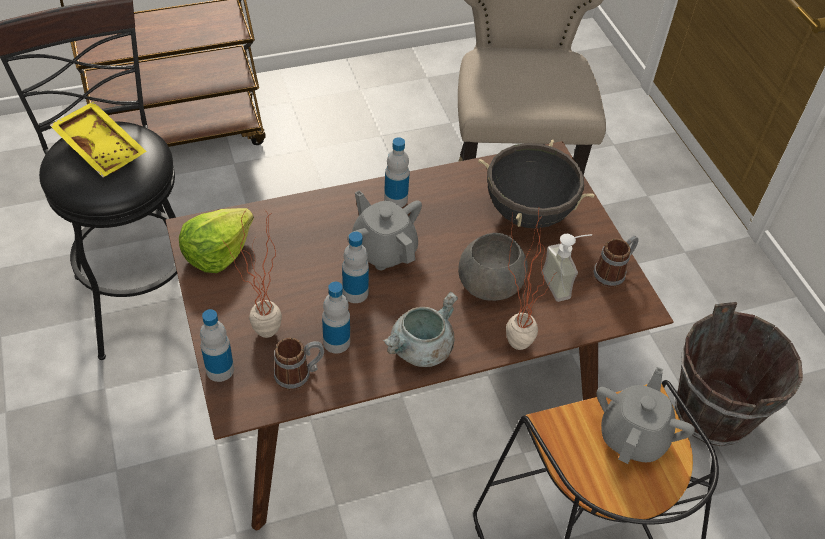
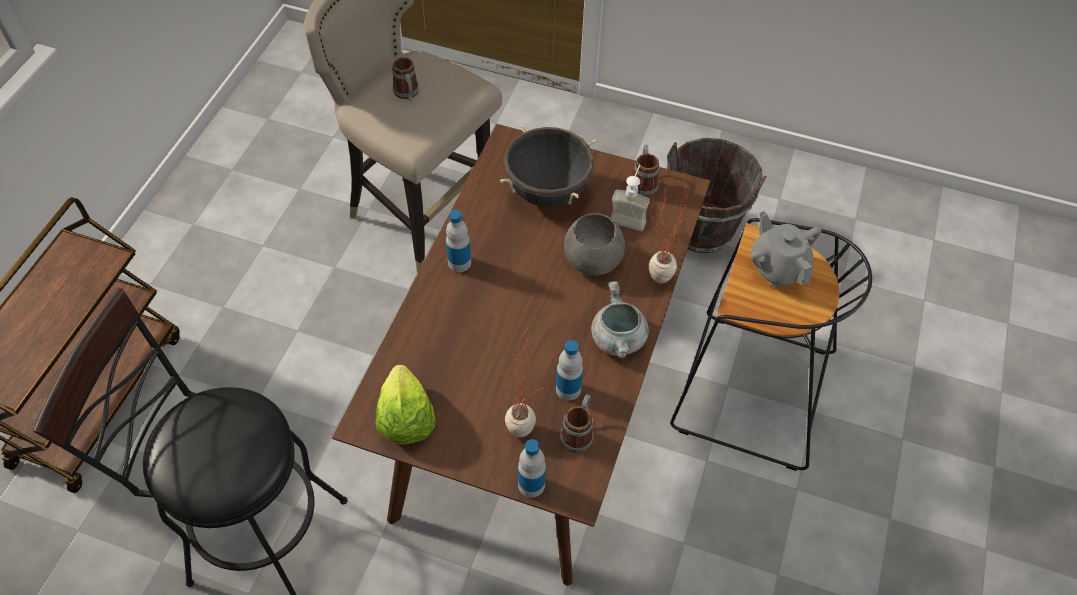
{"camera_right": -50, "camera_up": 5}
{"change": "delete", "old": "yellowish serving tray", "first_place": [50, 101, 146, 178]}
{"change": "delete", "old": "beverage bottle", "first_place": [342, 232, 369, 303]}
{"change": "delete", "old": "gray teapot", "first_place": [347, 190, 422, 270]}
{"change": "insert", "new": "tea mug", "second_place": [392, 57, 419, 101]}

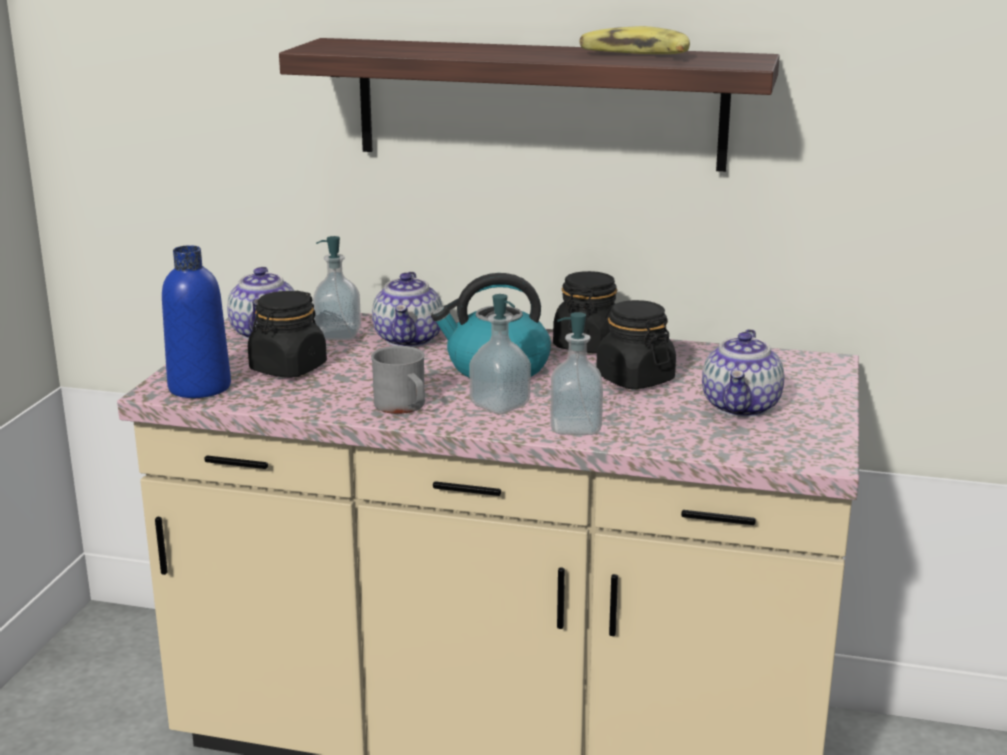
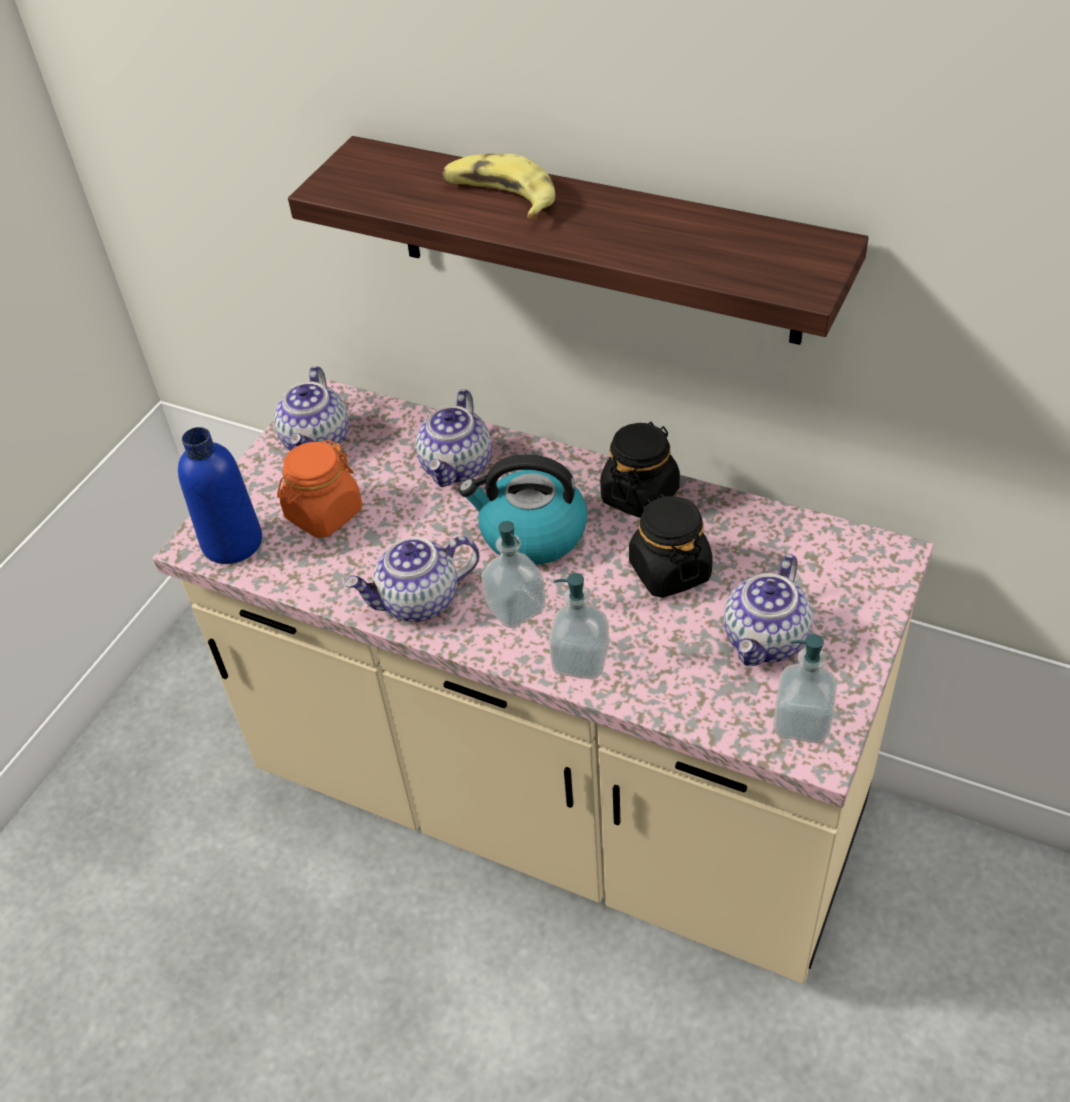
{"camera_right": 15, "camera_up": 25}
{"change": "move", "old": "soap dispenser", "first_place": [312, 236, 361, 340], "second_place": [773, 634, 837, 743]}
{"change": "move", "old": "whole banana", "first_place": [580, 26, 690, 54], "second_place": [443, 154, 555, 219]}
{"change": "replace", "old": "gray tea mug", "new": "teapot", "first_place": [371, 346, 425, 414], "second_place": [344, 536, 479, 622]}
{"change": "recolor", "old": "black jar", "new": "orangey jar", "first_place": [248, 291, 327, 378], "second_place": [277, 439, 362, 538]}

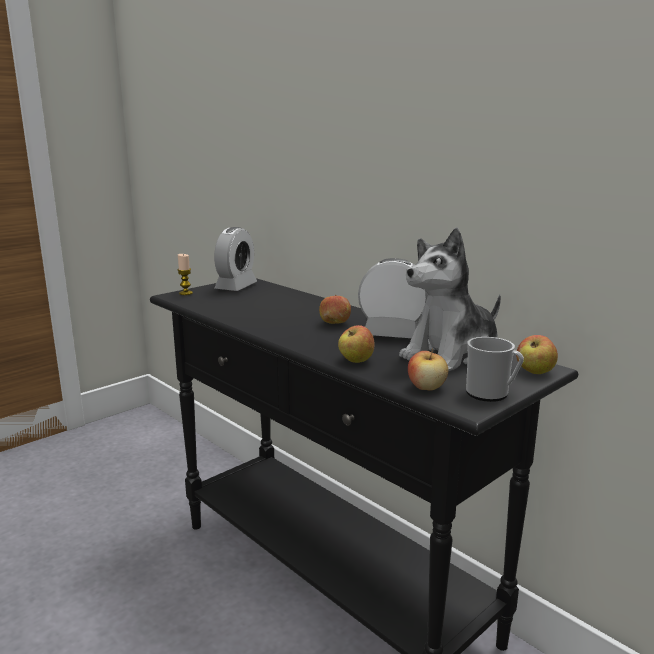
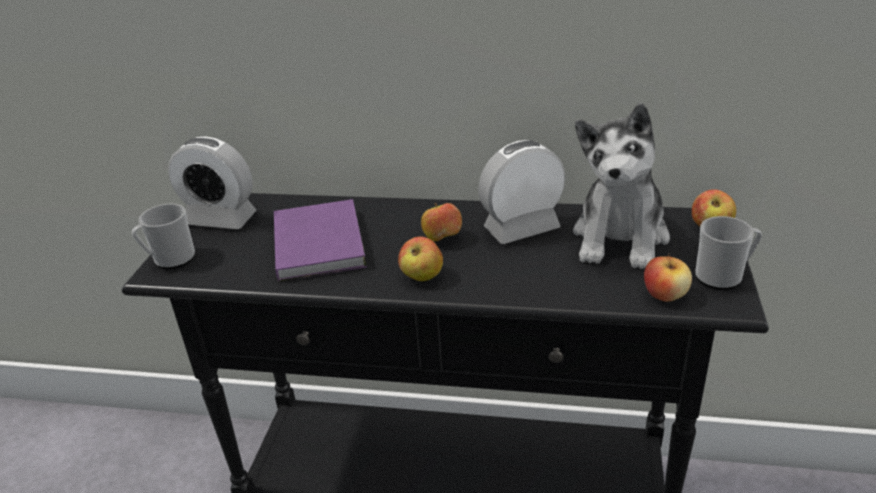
{"camera_right": -35, "camera_up": 15}
{"change": "insert", "new": "purple book", "second_place": [274, 199, 367, 282]}
{"change": "move", "old": "whole apple", "first_place": [338, 325, 374, 363], "second_place": [398, 237, 443, 281]}
{"change": "replace", "old": "wax candle", "new": "tea mug", "first_place": [177, 254, 193, 295], "second_place": [132, 204, 195, 269]}
{"change": "rotate", "old": "bedside clock", "first_place": [214, 227, 257, 291], "second_place": [168, 136, 257, 229], "degrees": 120}

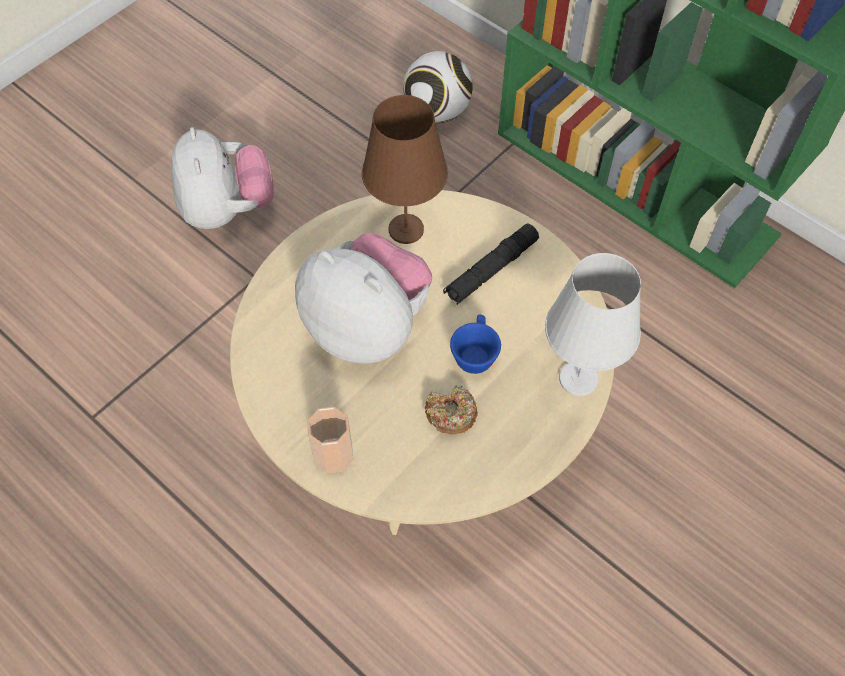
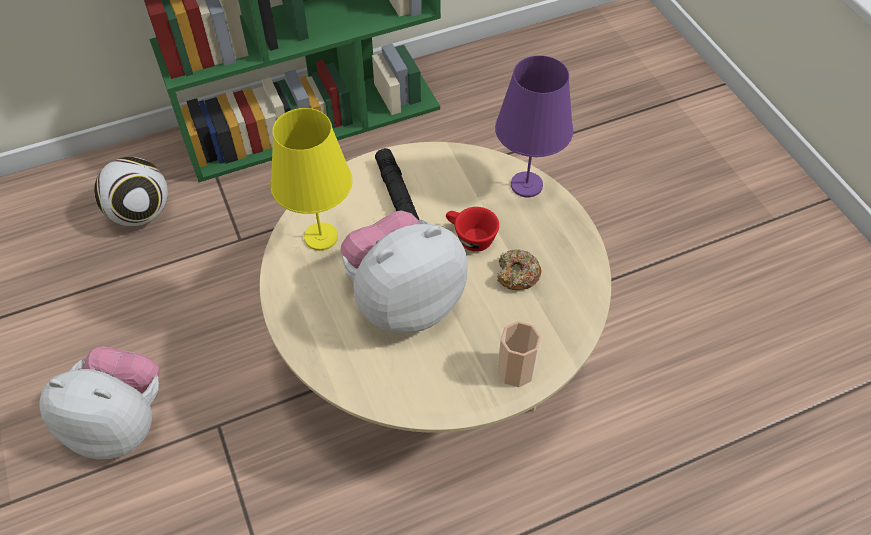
{"camera_right": -65, "camera_up": -5}
{"change": "recolor", "old": "brownish lamp for a table", "new": "yellowish lamp for a table", "first_place": [362, 95, 448, 244], "second_place": [270, 108, 353, 251]}
{"change": "recolor", "old": "bluish drinking cup", "new": "red-coloured drinking cup", "first_place": [450, 314, 501, 374], "second_place": [446, 207, 499, 252]}
{"change": "recolor", "old": "whitish lamp for a table", "new": "purple lamp for a table", "first_place": [545, 253, 641, 396], "second_place": [495, 55, 573, 197]}

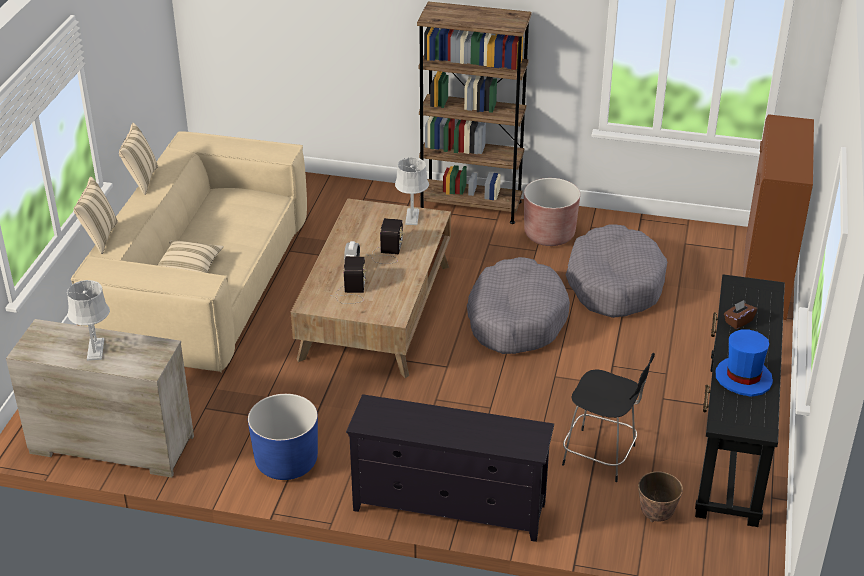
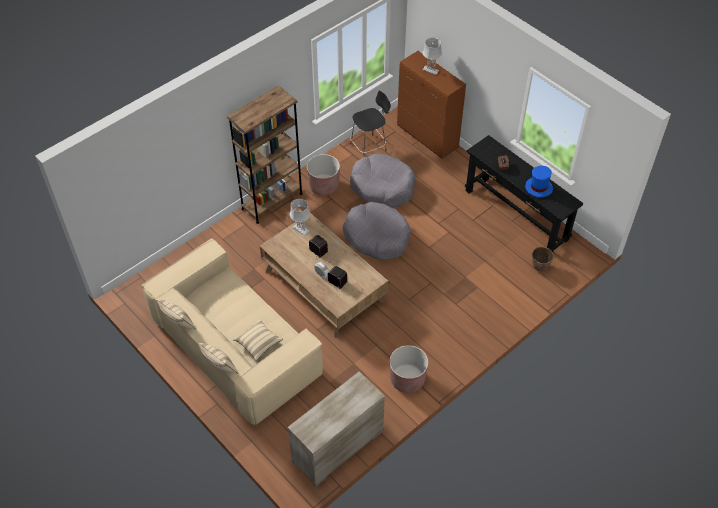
{"camera_right": -55, "camera_up": 15}
{"change": "delete", "old": "black tv stand", "first_place": [346, 394, 554, 542]}
{"change": "move", "old": "gray lamp for a table", "first_place": [67, 280, 110, 361], "second_place": [422, 38, 442, 75]}
{"change": "move", "old": "black sitting stool", "first_place": [562, 353, 655, 482], "second_place": [350, 90, 391, 157]}
{"change": "recolor", "old": "bluish planter", "new": "brownish planter", "first_place": [248, 394, 318, 480], "second_place": [389, 345, 428, 393]}

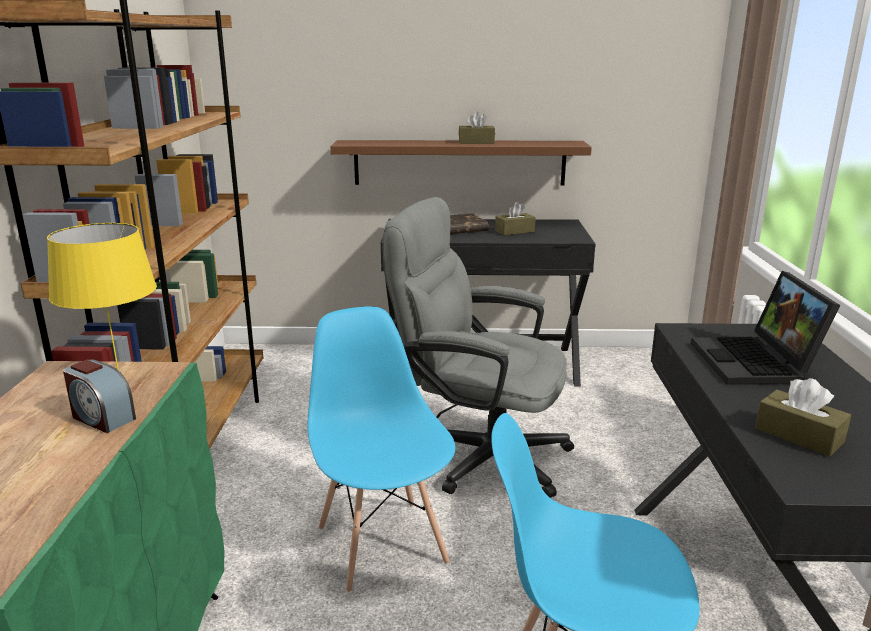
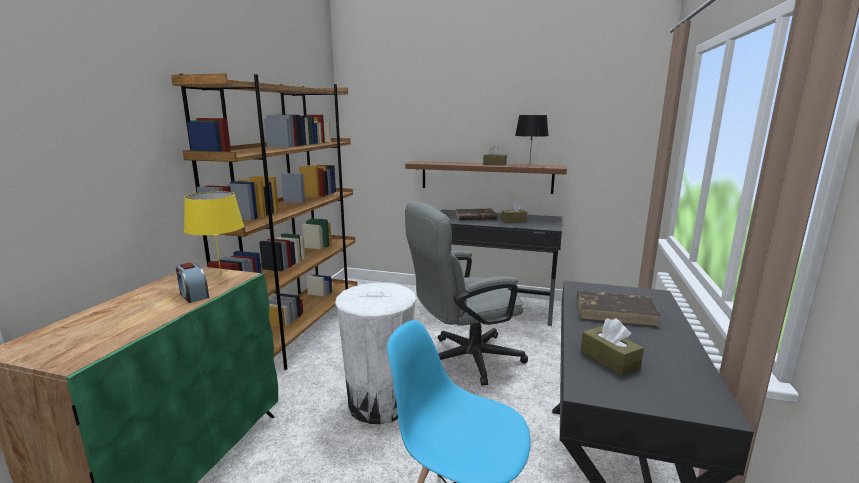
{"camera_right": 15, "camera_up": -5}
{"change": "insert", "new": "black lamp for a table", "second_place": [515, 115, 548, 159]}
{"change": "replace", "old": "bluish chair", "new": "whitish waste bin", "first_place": [307, 306, 455, 593], "second_place": [335, 283, 416, 424]}
{"change": "replace", "old": "notebook computer", "new": "brownish book", "first_place": [691, 271, 841, 385], "second_place": [577, 290, 662, 327]}
{"change": "rotate", "old": "gray computer chair", "first_place": [382, 197, 574, 498], "second_place": [405, 201, 528, 385], "degrees": -60}

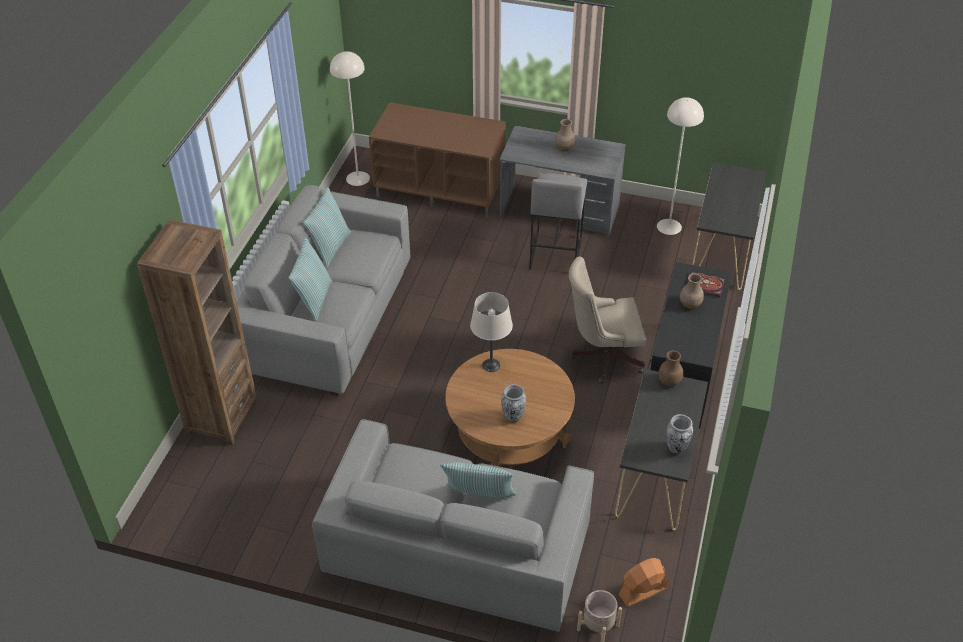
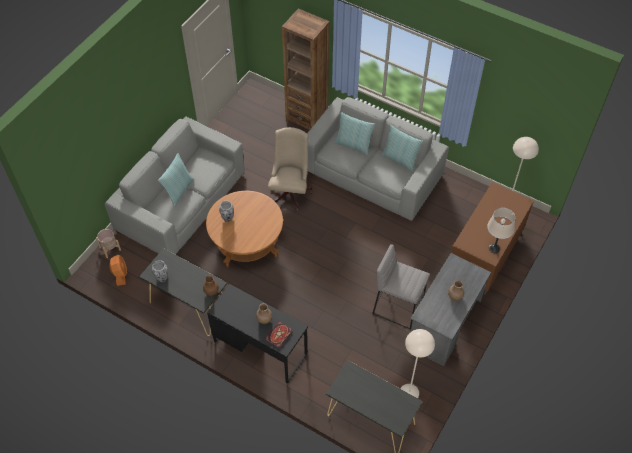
{"camera_right": 105, "camera_up": 10}
{"change": "move", "old": "beige-coloured lamp for a table", "first_place": [470, 292, 513, 372], "second_place": [487, 208, 515, 253]}
{"change": "move", "old": "beige-coloured computer chair", "first_place": [569, 257, 647, 384], "second_place": [268, 127, 313, 211]}

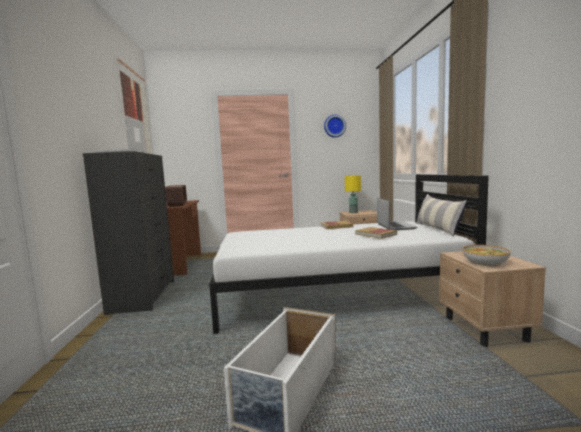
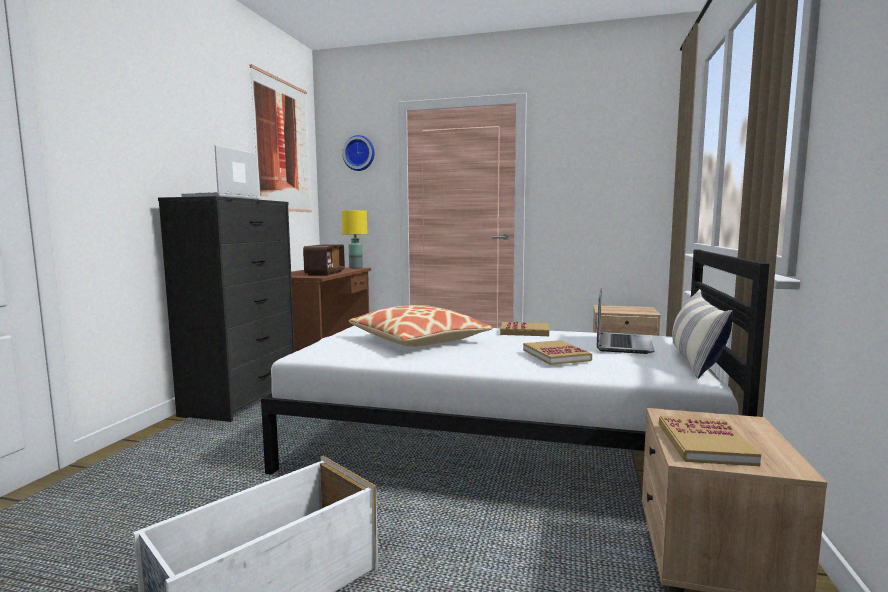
{"camera_right": 20, "camera_up": 0}
{"change": "insert", "new": "pillow", "second_place": [348, 305, 493, 347]}
{"change": "move", "old": "clock on the wall", "first_place": [324, 114, 346, 137], "second_place": [342, 135, 375, 171]}
{"change": "move", "old": "yellowish lamp for a table", "first_place": [345, 175, 361, 213], "second_place": [342, 210, 367, 269]}
{"change": "replace", "old": "bowl", "new": "book", "first_place": [462, 245, 511, 266], "second_place": [659, 416, 761, 466]}

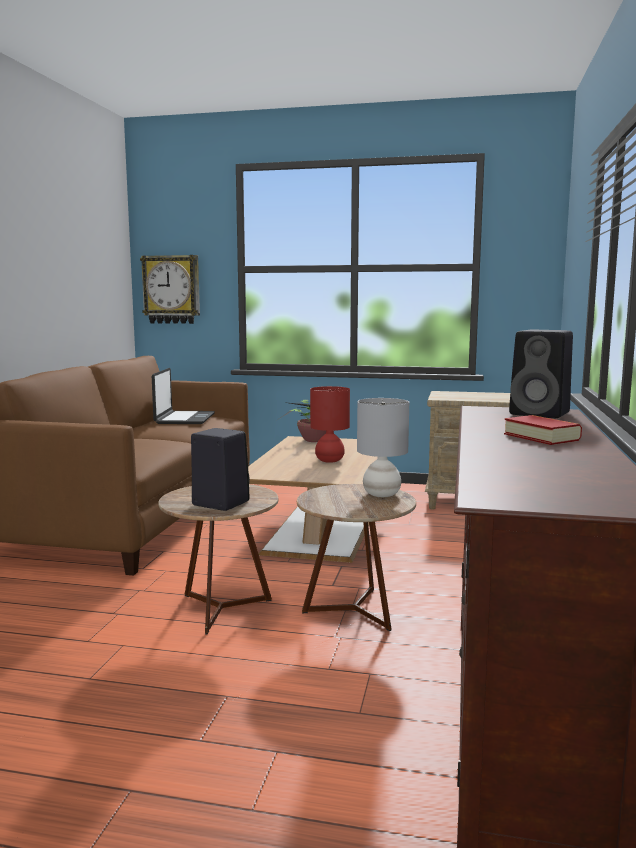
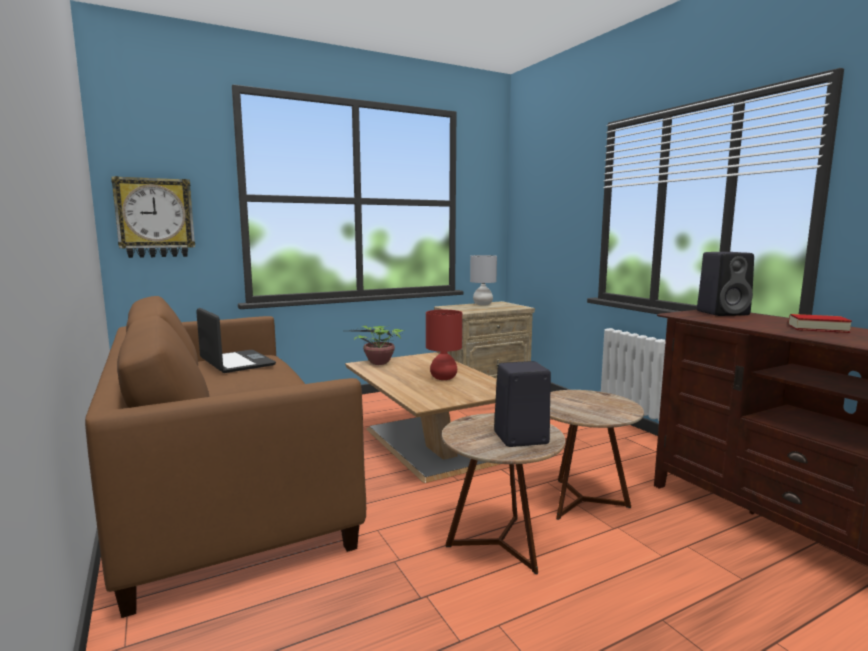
{"camera_right": -40, "camera_up": 0}
{"change": "move", "old": "gray lamp for a table", "first_place": [357, 398, 409, 497], "second_place": [470, 255, 497, 306]}

